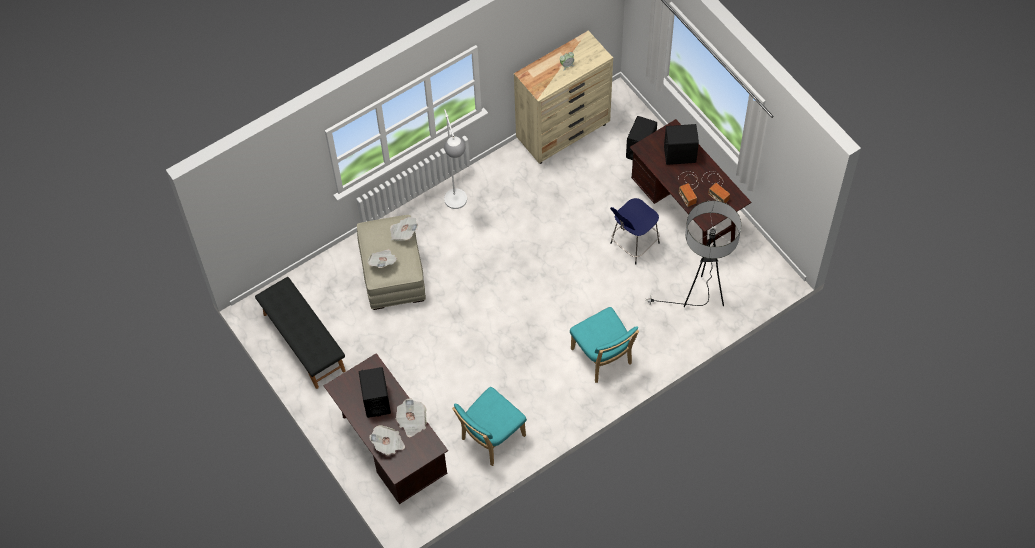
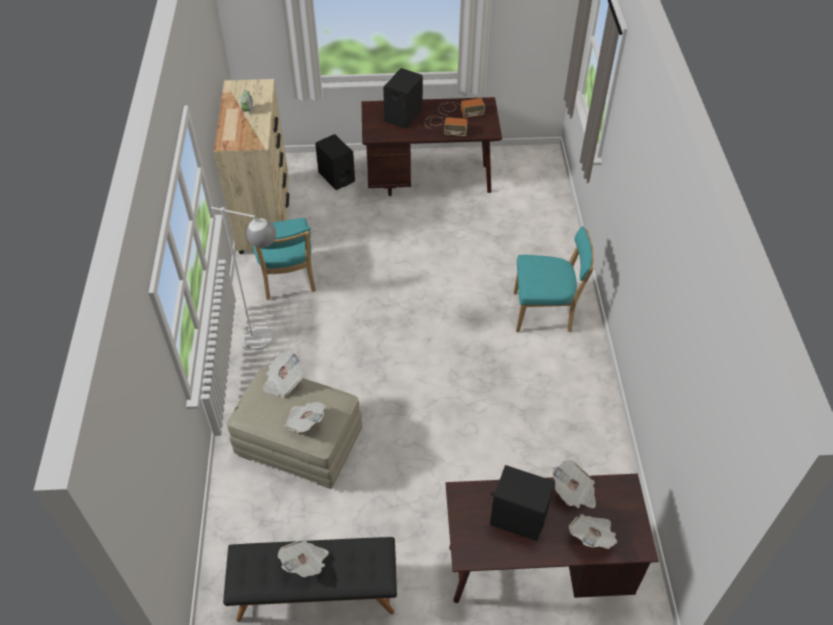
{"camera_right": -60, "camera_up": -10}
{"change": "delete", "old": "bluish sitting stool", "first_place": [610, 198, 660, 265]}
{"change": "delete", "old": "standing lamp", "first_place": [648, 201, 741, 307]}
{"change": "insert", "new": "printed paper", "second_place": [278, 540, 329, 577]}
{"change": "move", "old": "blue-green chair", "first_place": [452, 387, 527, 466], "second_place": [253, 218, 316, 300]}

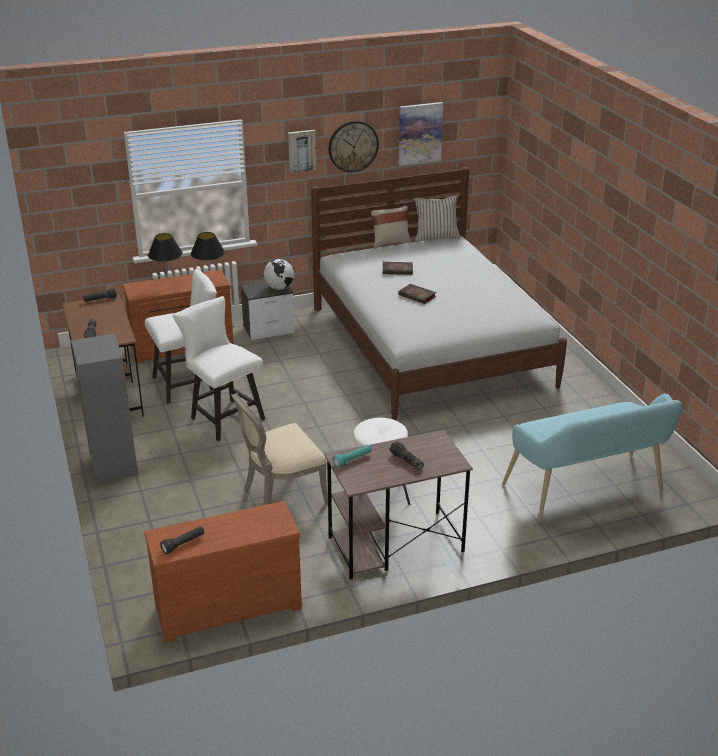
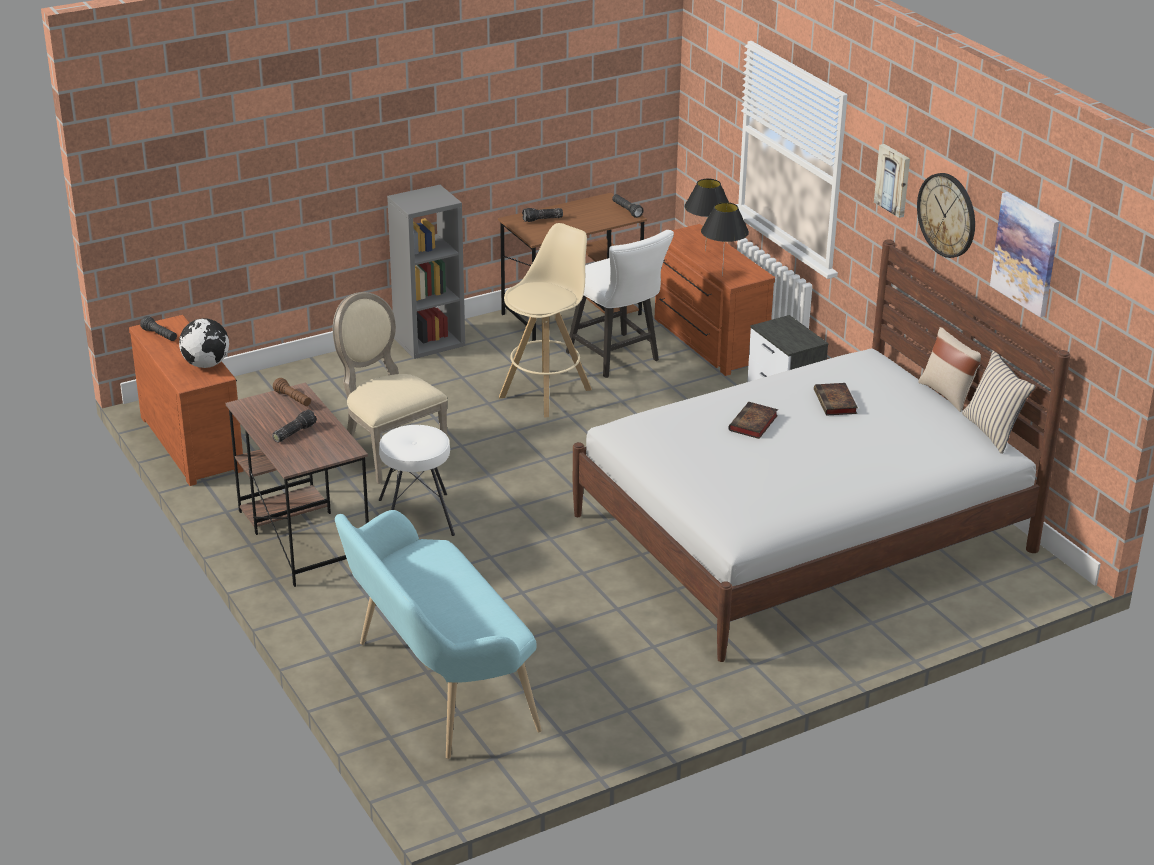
{"camera_right": 80, "camera_up": 0}
{"change": "move", "old": "globe", "first_place": [264, 259, 295, 290], "second_place": [179, 318, 229, 368]}
{"change": "replace", "old": "whitish chair", "new": "beige-coloured sitting stool", "first_place": [173, 296, 265, 441], "second_place": [499, 223, 592, 418]}
{"change": "recolor", "old": "blue-green flashlight", "new": "brownish flashlight", "first_place": [333, 445, 371, 468], "second_place": [273, 378, 311, 406]}

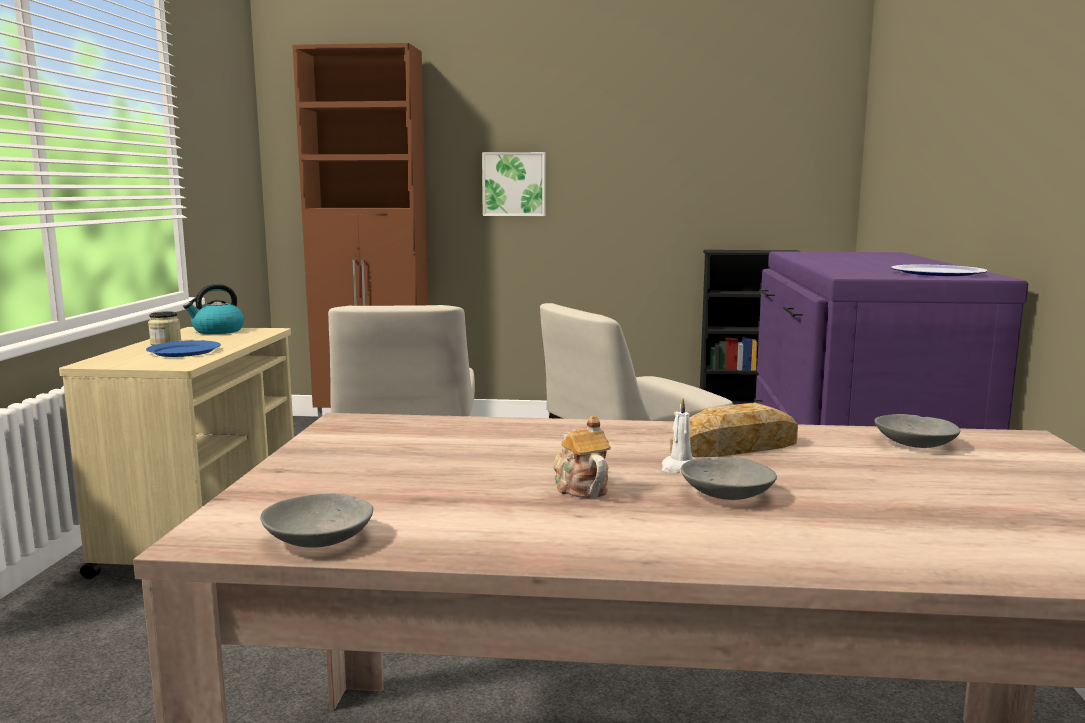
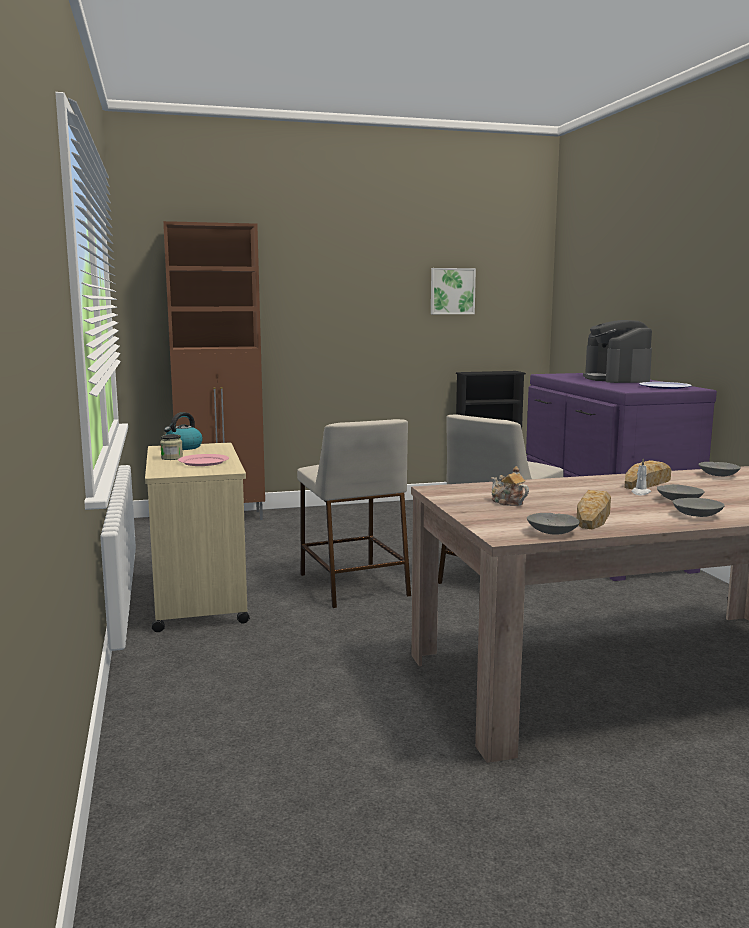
{"camera_right": -20, "camera_up": 0}
{"change": "insert", "new": "baked bread", "second_place": [577, 490, 611, 529]}
{"change": "insert", "new": "coffee machine", "second_place": [583, 320, 652, 383]}
{"change": "insert", "new": "gray bowl", "second_place": [672, 498, 725, 517]}
{"change": "move", "old": "wall art", "first_place": [482, 152, 545, 216], "second_place": [431, 268, 476, 314]}
{"change": "move", "old": "teapot", "first_place": [553, 415, 611, 498], "second_place": [491, 466, 529, 506]}
{"change": "recolor", "old": "bluish dinner plate", "new": "pink dinner plate", "first_place": [146, 340, 221, 357], "second_place": [178, 454, 229, 466]}

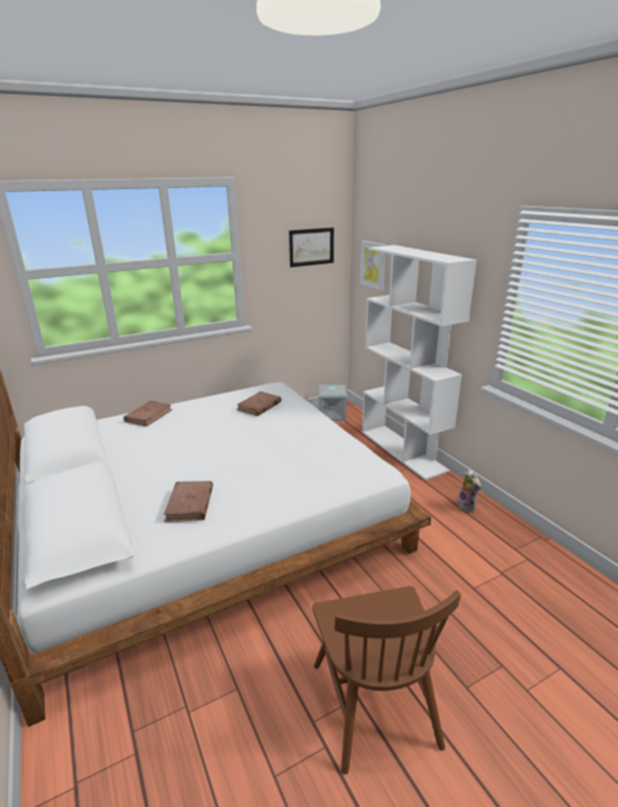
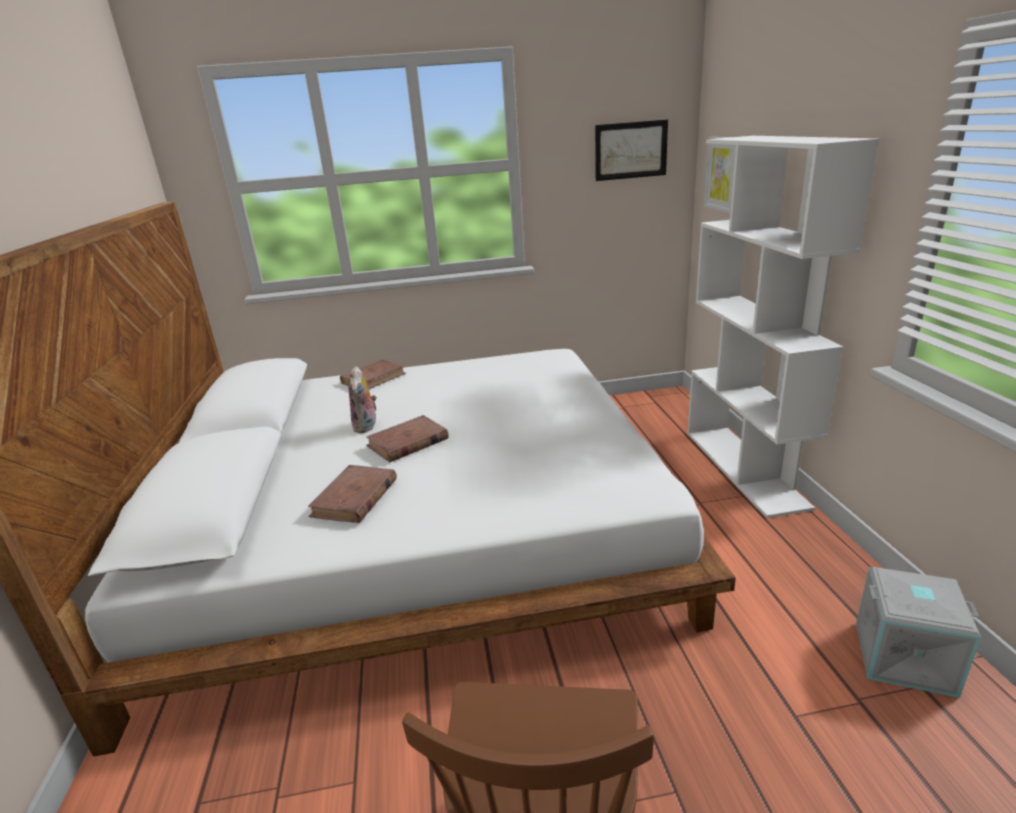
{"camera_right": 20, "camera_up": 0}
{"change": "move", "old": "brownish book", "first_place": [236, 391, 281, 416], "second_place": [366, 415, 449, 462]}
{"change": "move", "old": "gray storage box", "first_place": [317, 385, 348, 421], "second_place": [856, 567, 981, 698]}
{"change": "move", "old": "soft toy", "first_place": [457, 469, 481, 513], "second_place": [348, 366, 377, 433]}

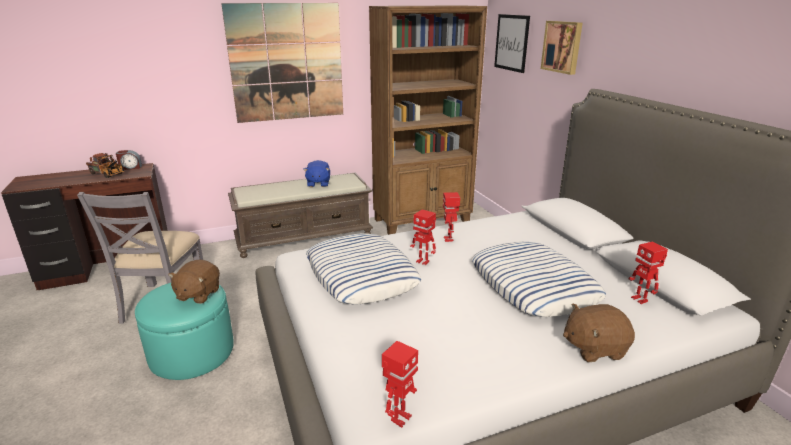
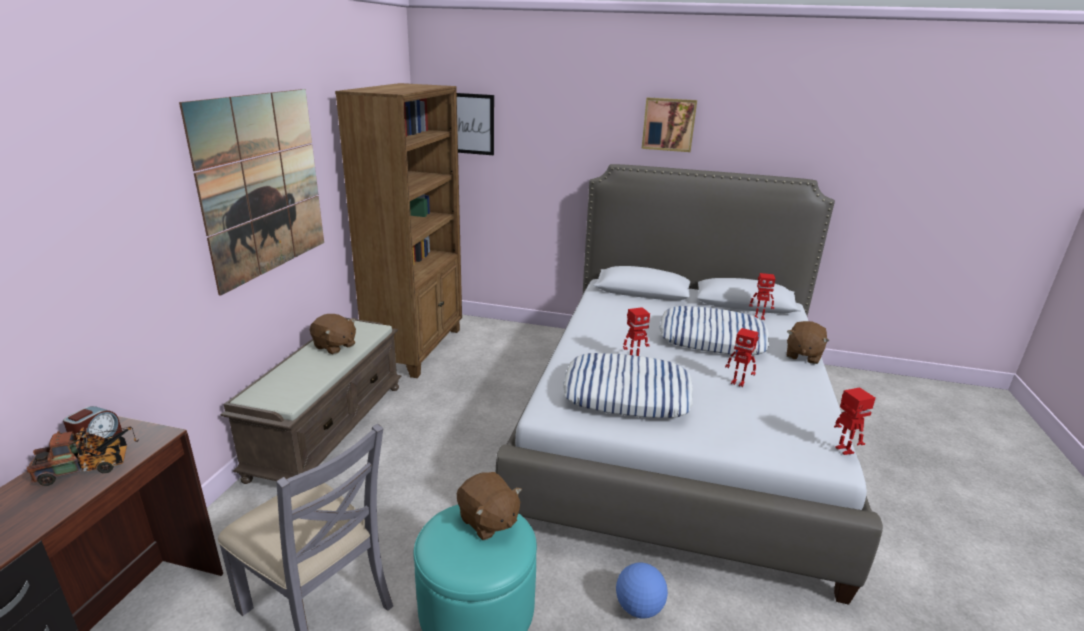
{"camera_right": -55, "camera_up": 0}
{"change": "insert", "new": "football", "second_place": [616, 562, 668, 619]}
{"change": "move", "old": "toy robot", "first_place": [443, 192, 460, 242], "second_place": [725, 328, 759, 387]}
{"change": "move", "old": "wall art", "first_place": [541, 21, 583, 75], "second_place": [642, 97, 697, 152]}
{"change": "recolor", "old": "bluish soft toy", "new": "brownish soft toy", "first_place": [303, 160, 330, 187], "second_place": [310, 314, 356, 354]}

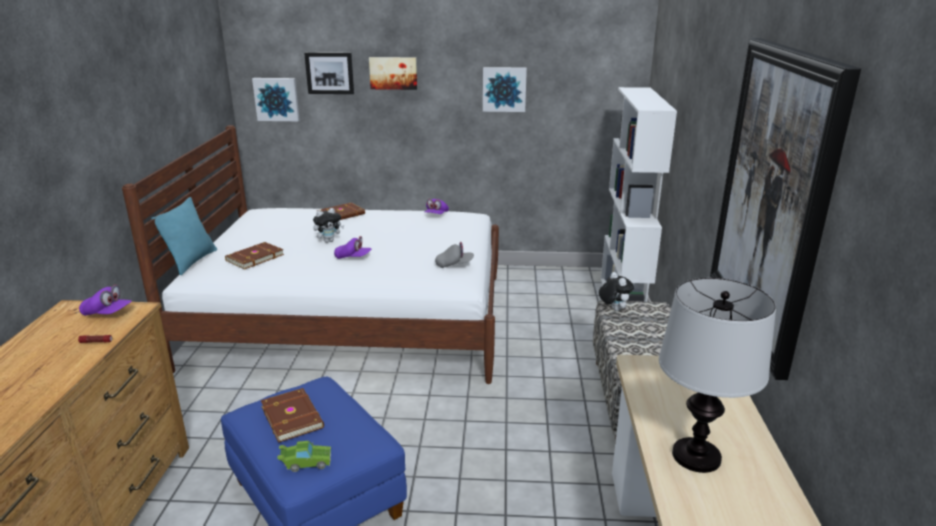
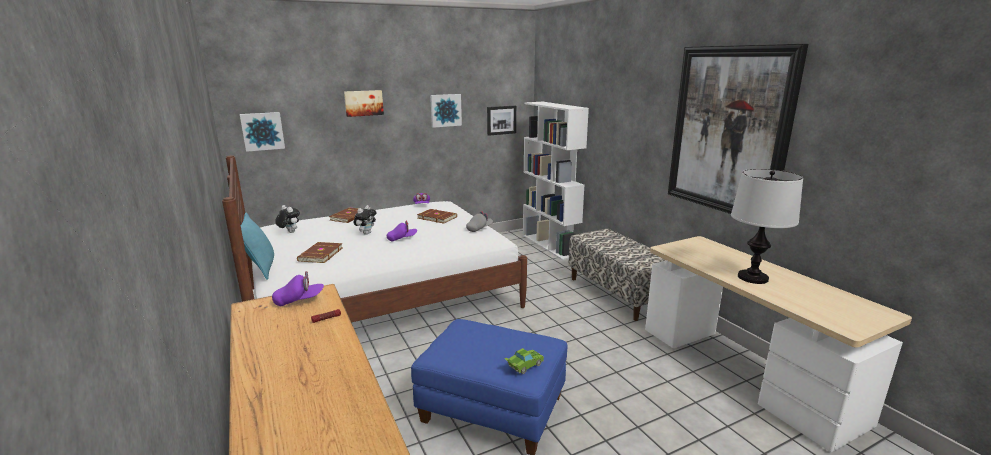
{"camera_right": -30, "camera_up": -5}
{"change": "move", "old": "brownish book", "first_place": [261, 388, 324, 443], "second_place": [417, 209, 457, 224]}
{"change": "move", "old": "wall art", "first_place": [304, 52, 354, 94], "second_place": [487, 106, 516, 136]}
{"change": "move", "old": "soft toy", "first_place": [599, 272, 634, 311], "second_place": [275, 205, 300, 233]}

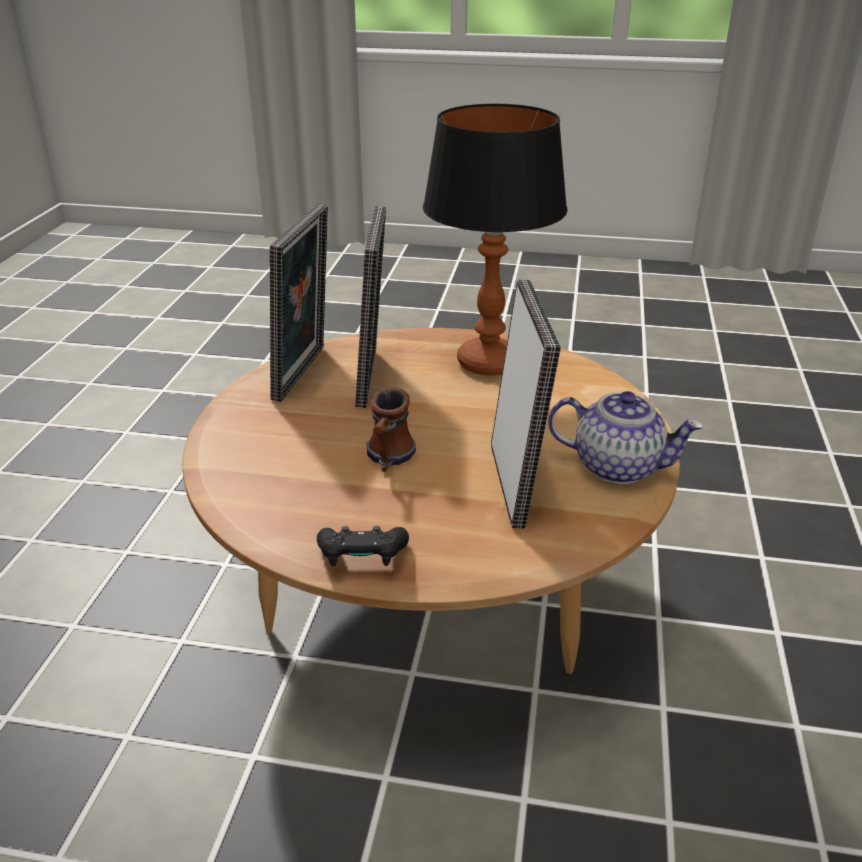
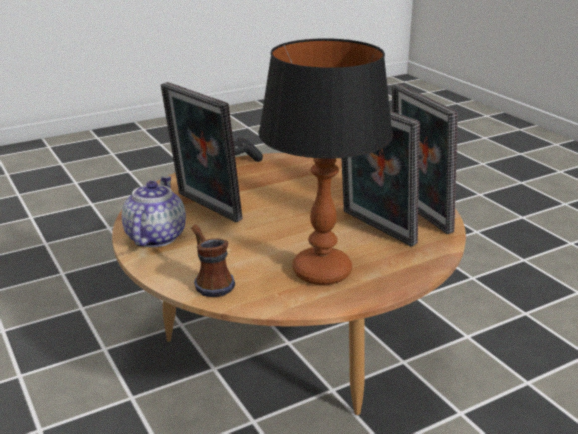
{"camera_right": 140, "camera_up": -5}
{"change": "move", "old": "tea mug", "first_place": [366, 387, 416, 472], "second_place": [191, 224, 235, 297]}
{"change": "rotate", "old": "teapot", "first_place": [548, 391, 704, 484], "second_place": [122, 176, 186, 247], "degrees": 120}

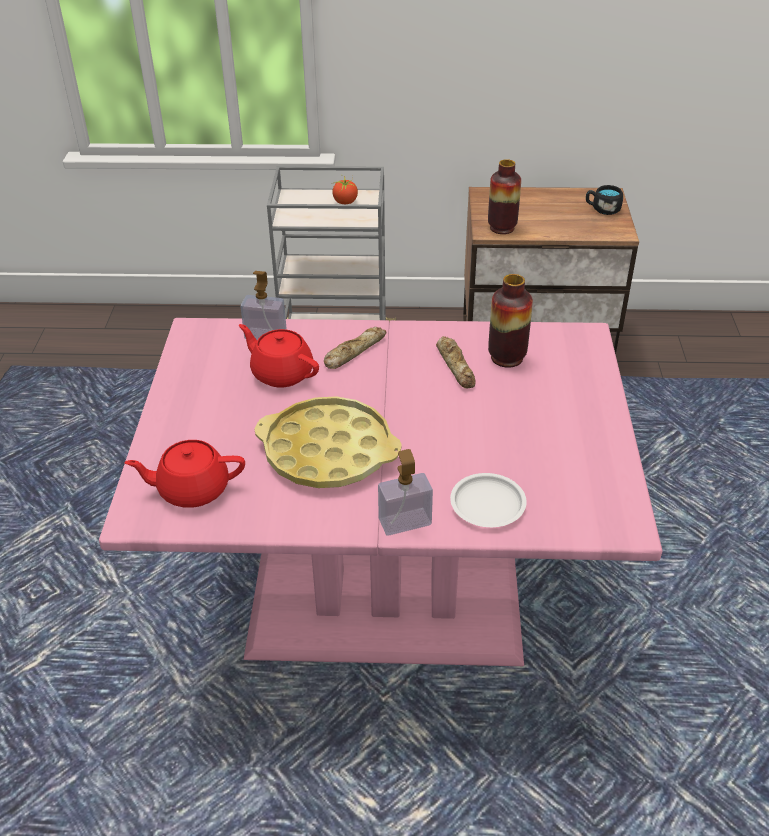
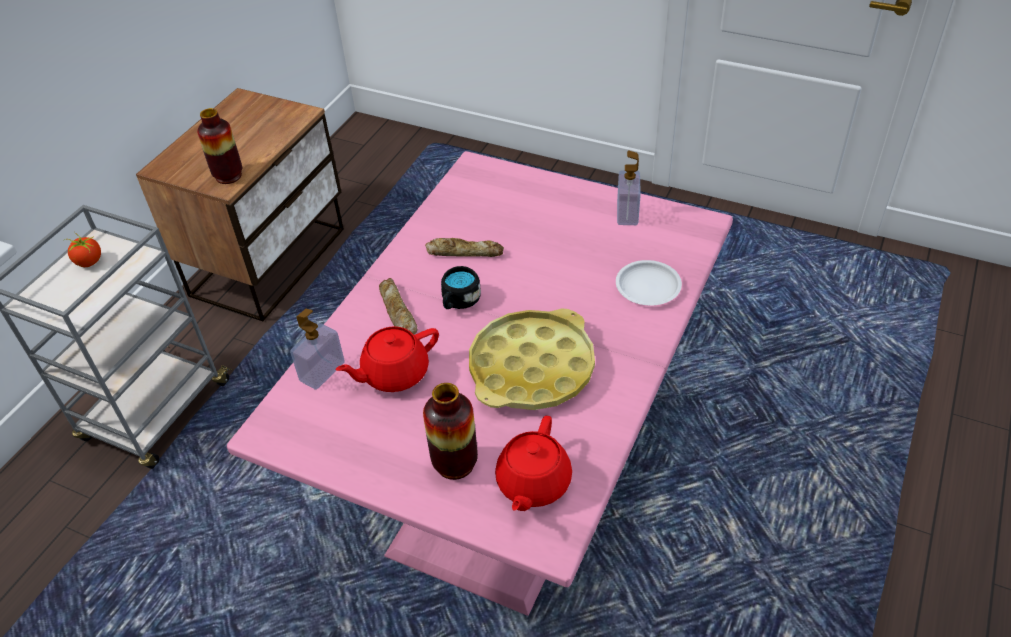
{"camera_right": -65, "camera_up": 5}
{"change": "move", "old": "soap dispenser", "first_place": [378, 449, 433, 536], "second_place": [617, 151, 641, 225]}
{"change": "move", "old": "flower vase", "first_place": [488, 274, 533, 368], "second_place": [423, 383, 478, 480]}
{"change": "move", "old": "black tea mug", "first_place": [586, 185, 623, 215], "second_place": [441, 266, 481, 309]}

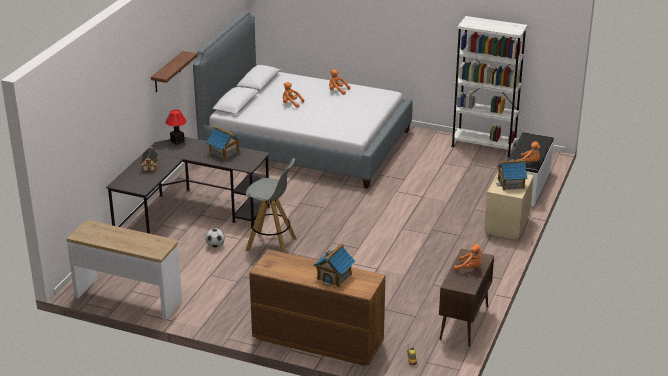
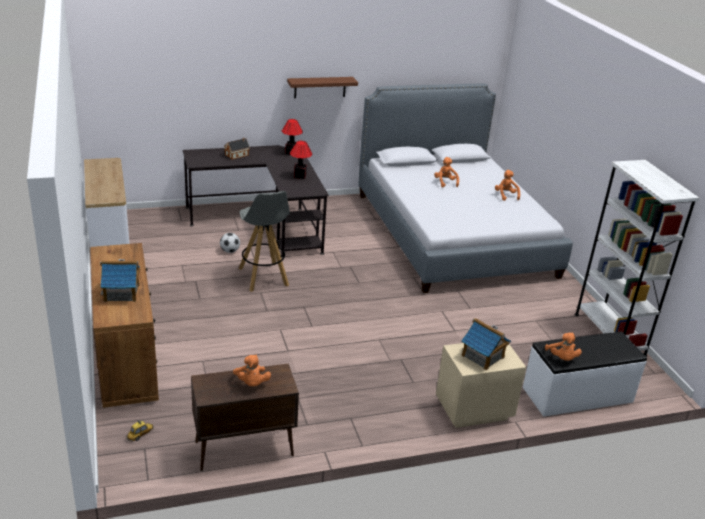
{"camera_right": 50, "camera_up": 0}
{"change": "replace", "old": "model house", "new": "lamp for a table", "first_place": [206, 126, 242, 160], "second_place": [290, 141, 312, 179]}

